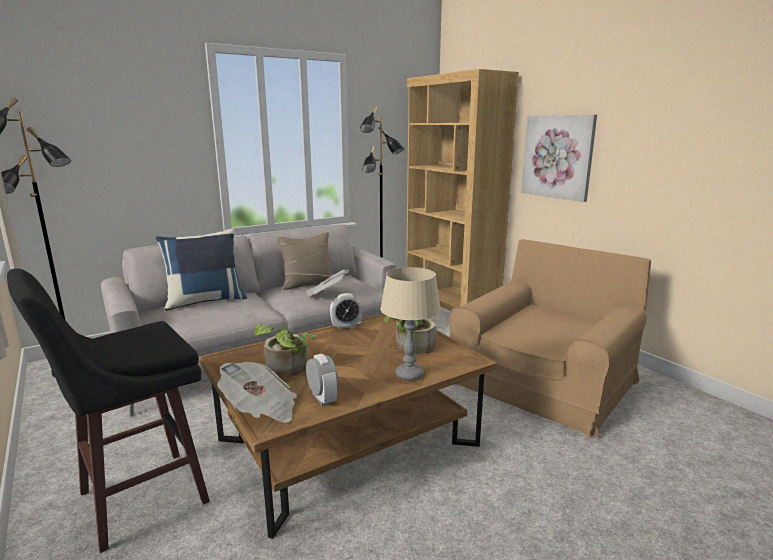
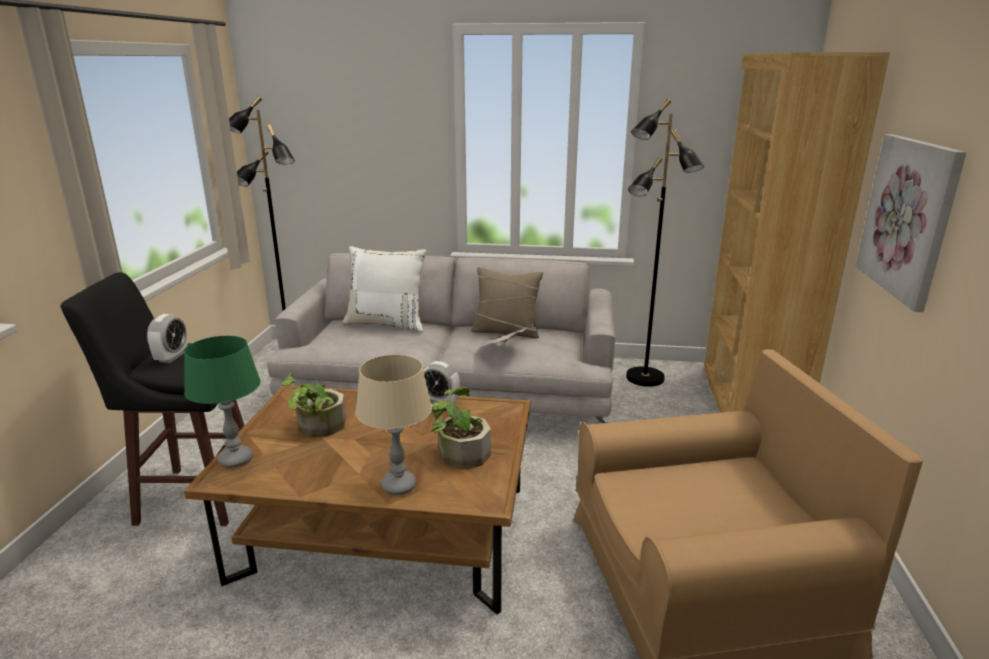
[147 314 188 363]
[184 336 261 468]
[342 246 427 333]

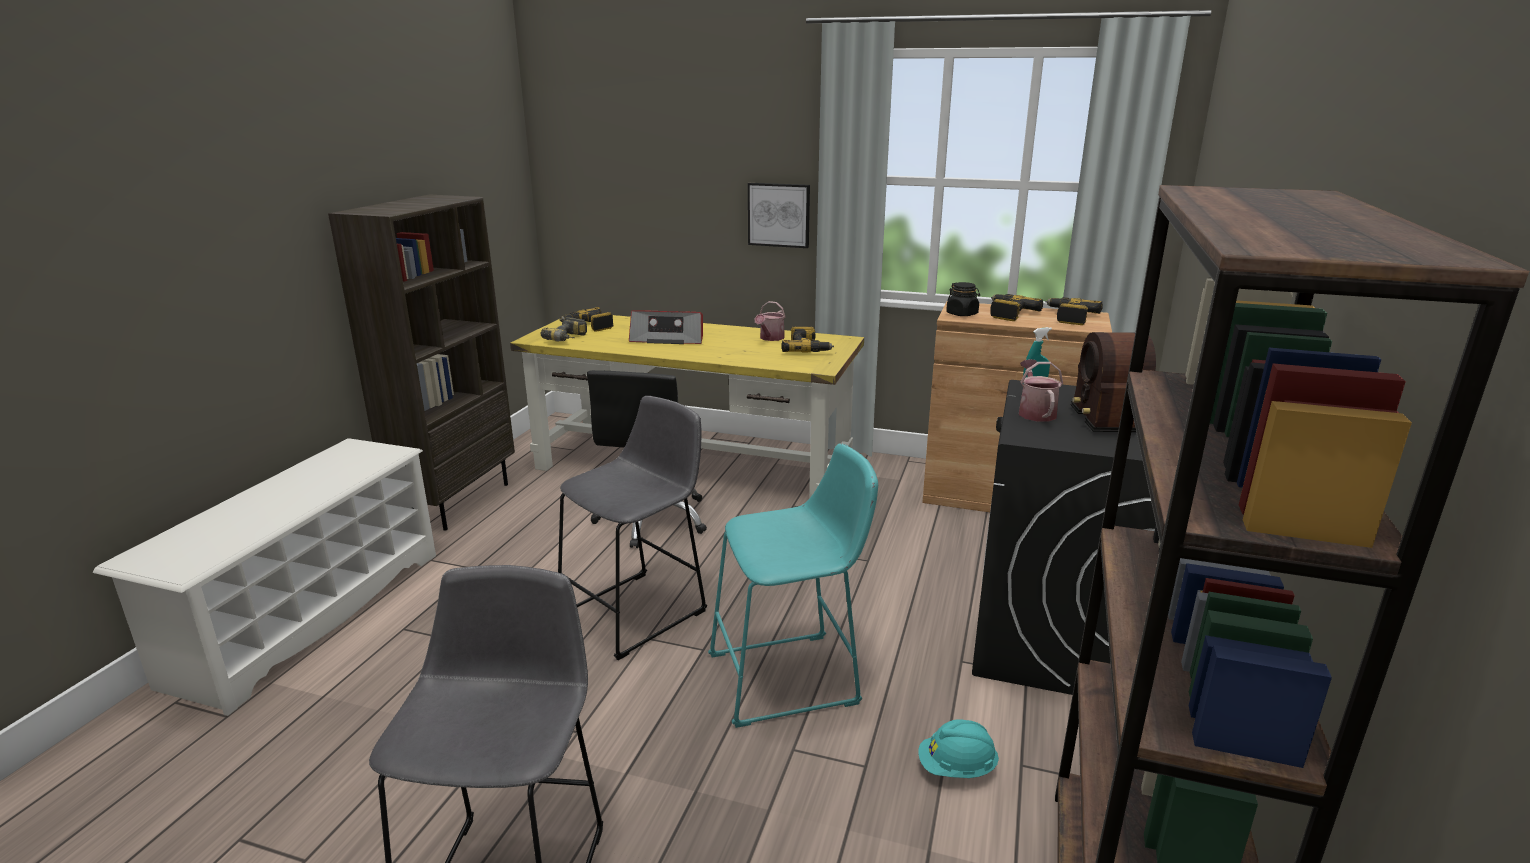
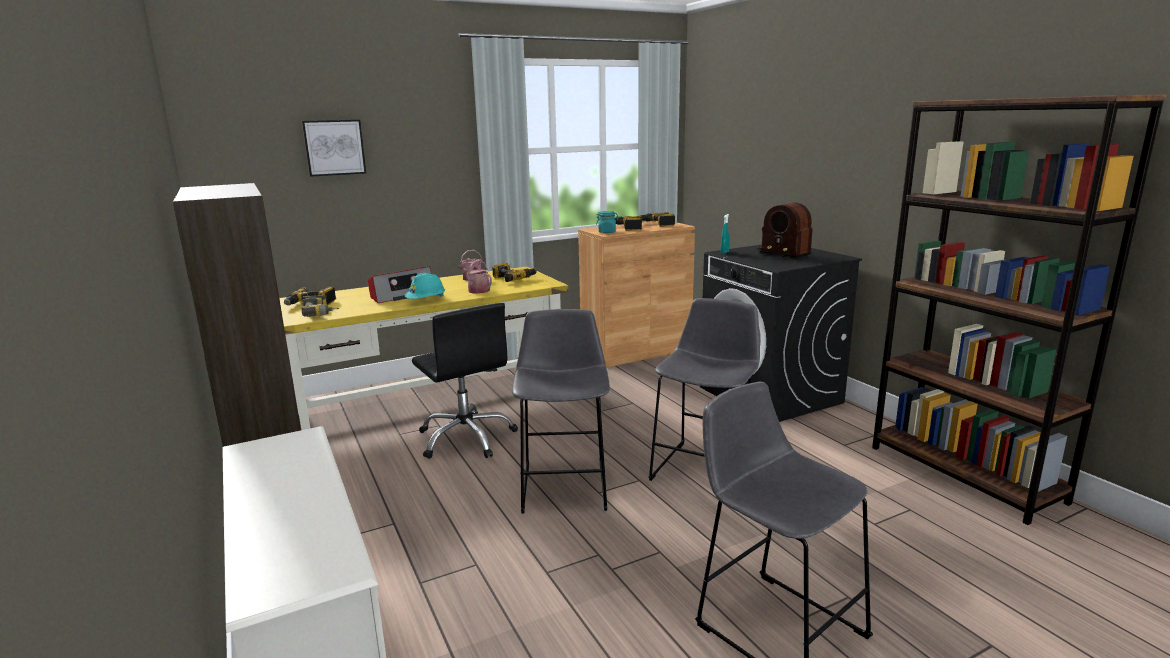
[302 120 366 177]
[404 273 445 299]
[458 260 492 294]
[596 211 619 233]
[648 298 760 481]

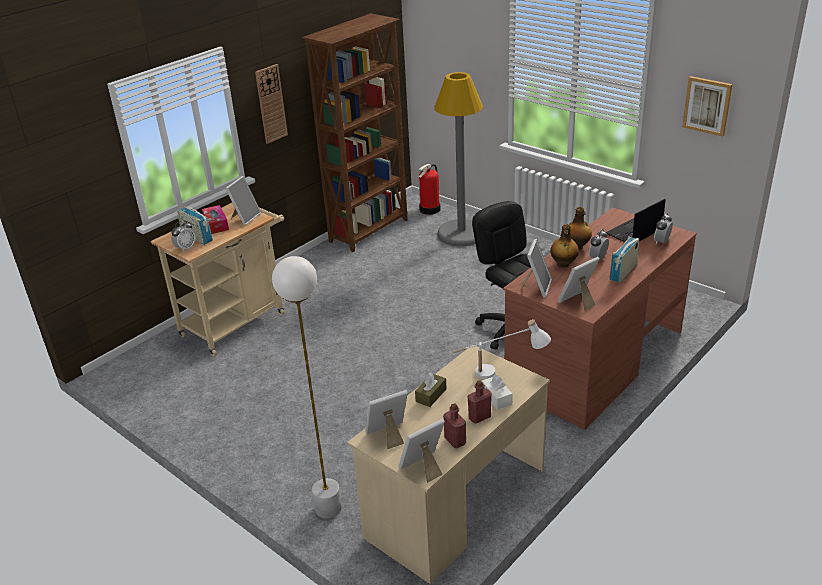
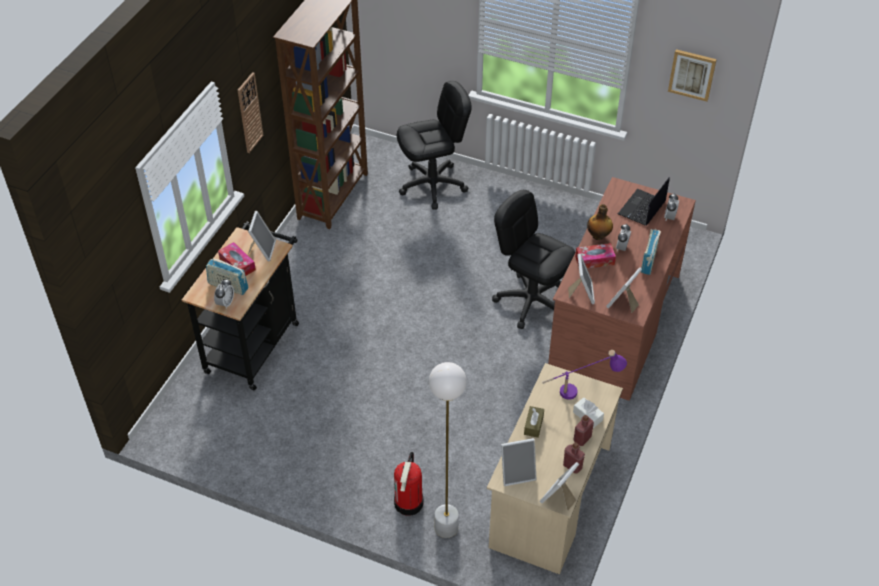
[182 222 299 390]
[394 452 424 516]
[397 81 472 209]
[501 438 537 486]
[542 350 627 400]
[575 243 616 269]

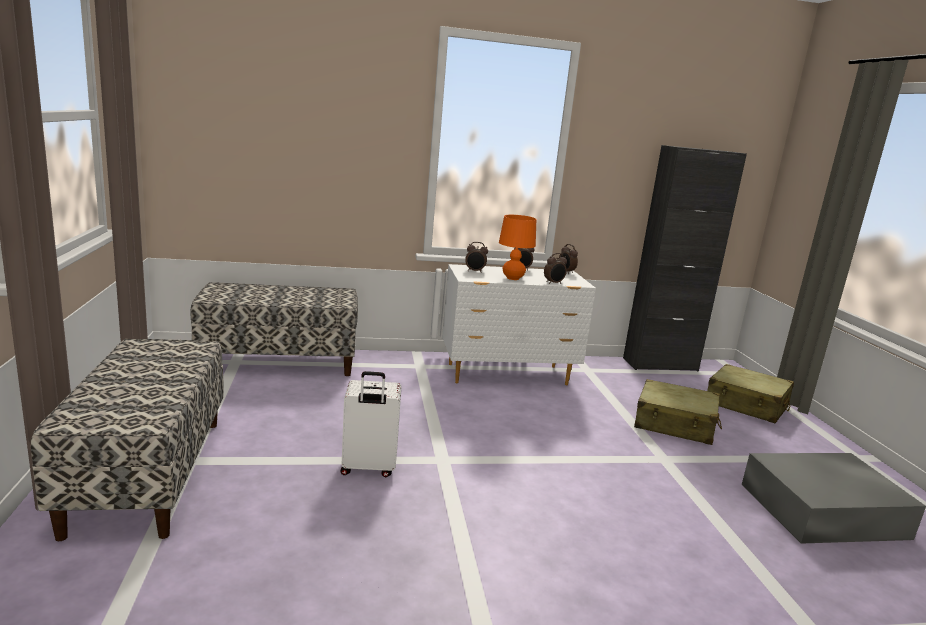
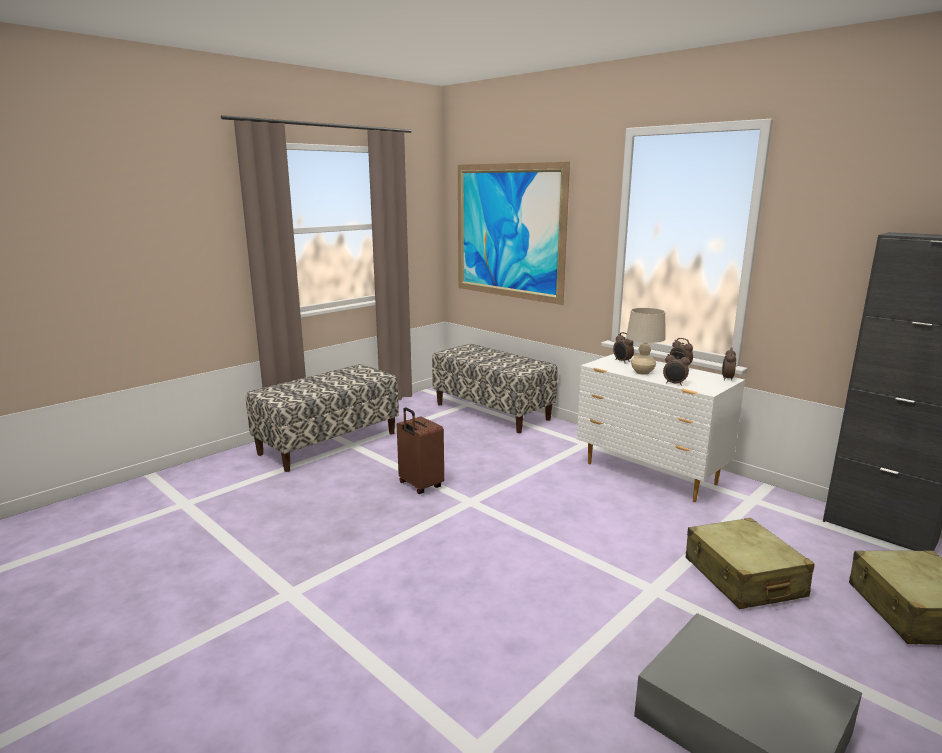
[397 407 444 494]
[458 162 570 305]
[626 308 665 375]

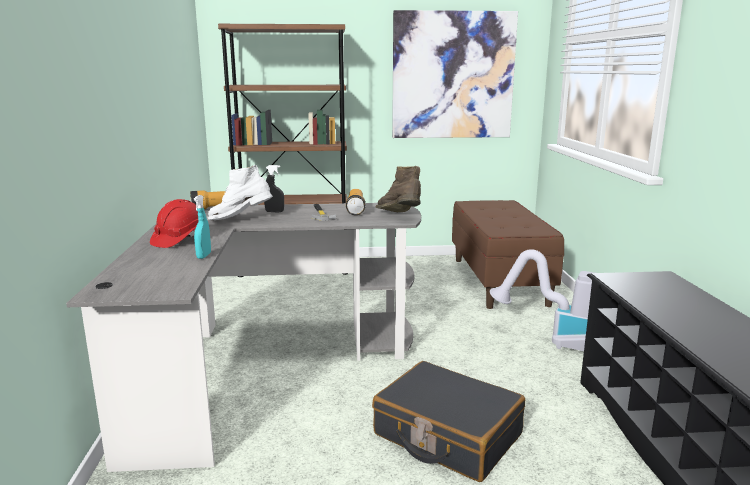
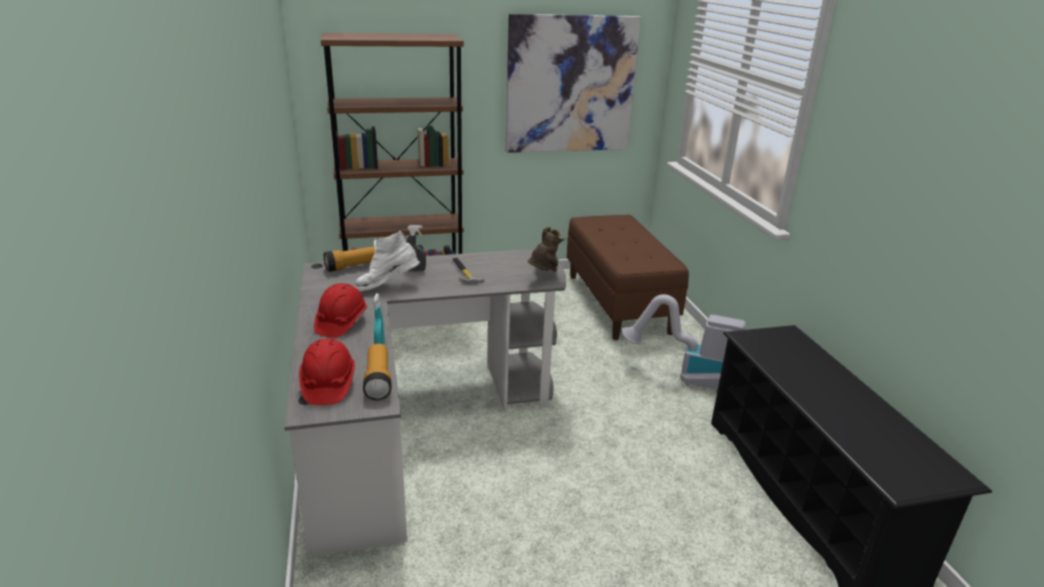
[299 339 355 405]
[363 344 391 400]
[527 227 568 272]
[372 361 525 482] (first image)

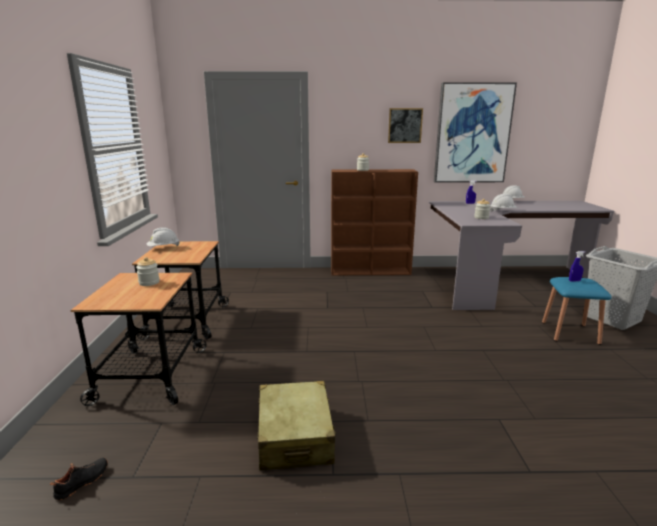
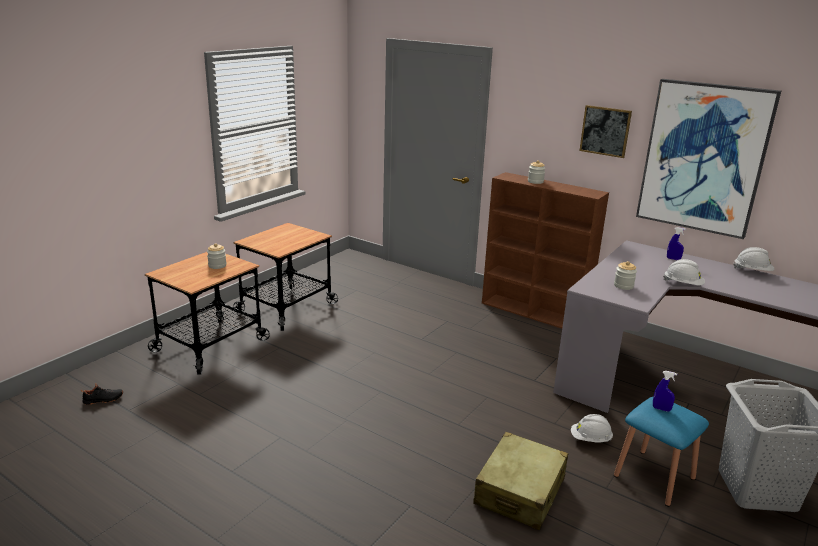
[473 432 569 530]
[571 414 613 442]

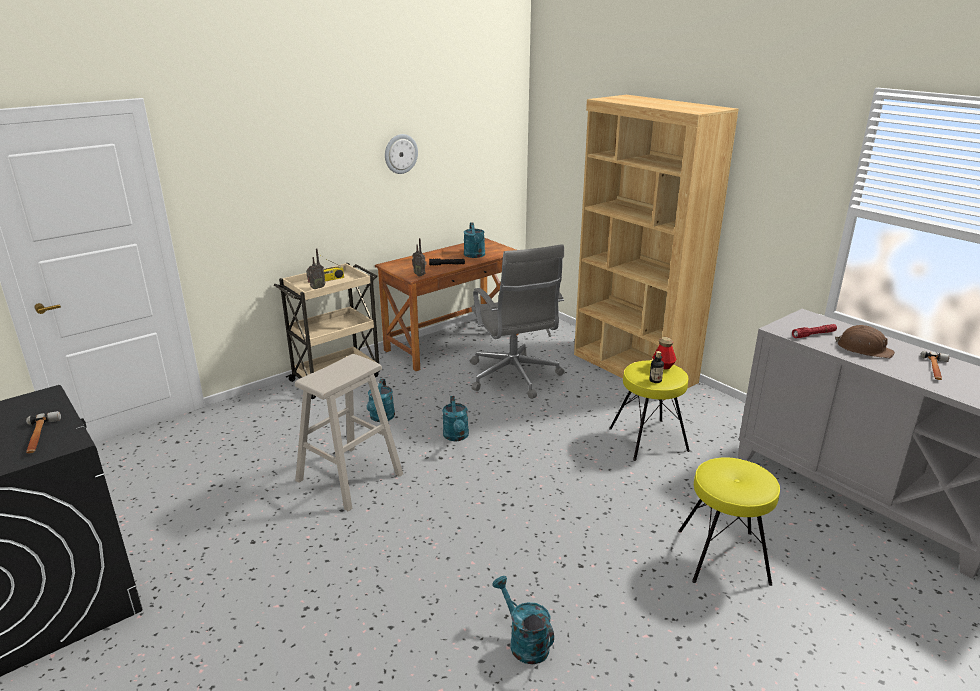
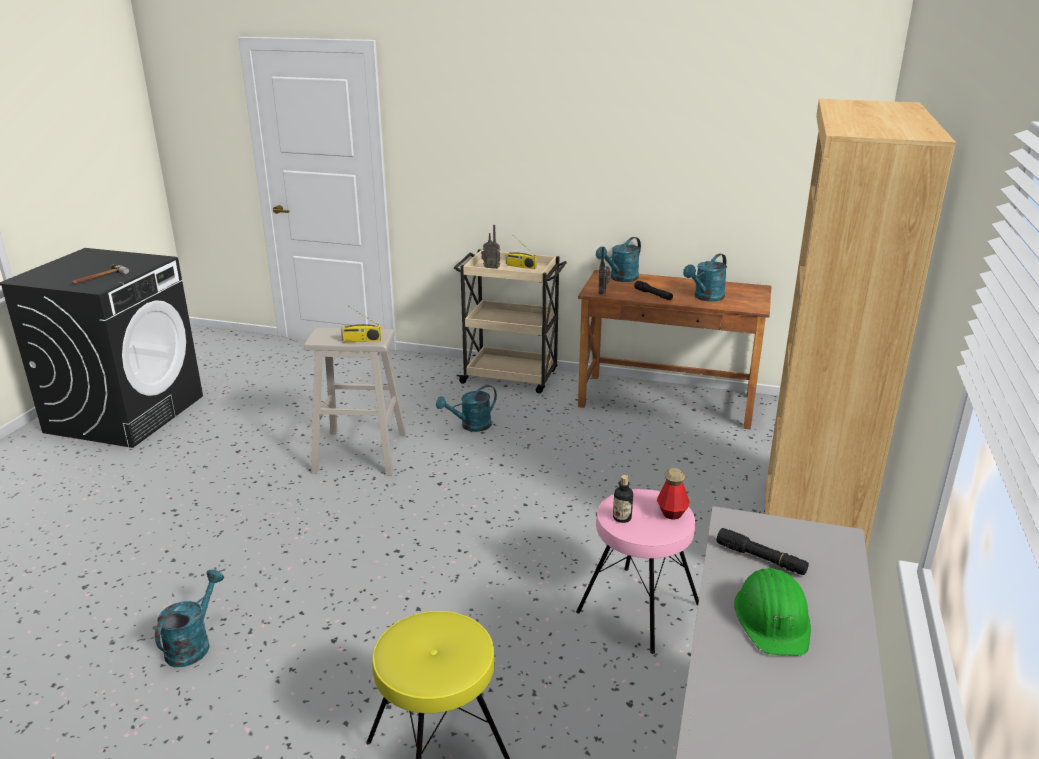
[341 305 381 342]
[576 489 699 654]
[596 237 641 282]
[717 528 809 575]
[734 568 811 656]
[385 134 418 174] (first image)
[470 244 565 399] (first image)
[920 351 950 380] (first image)

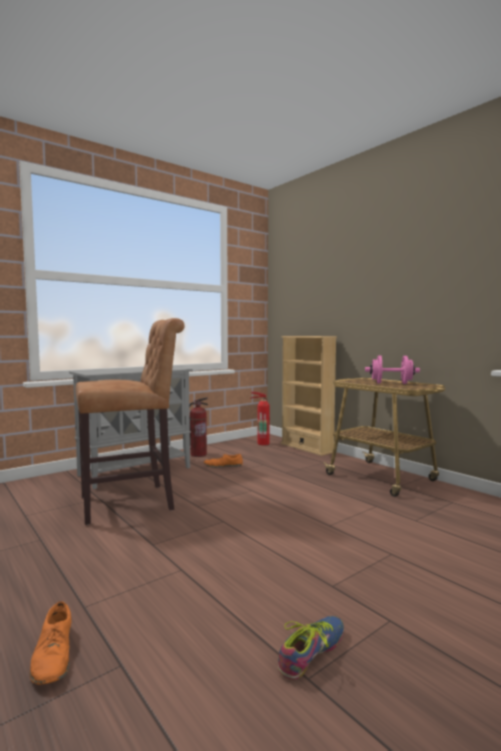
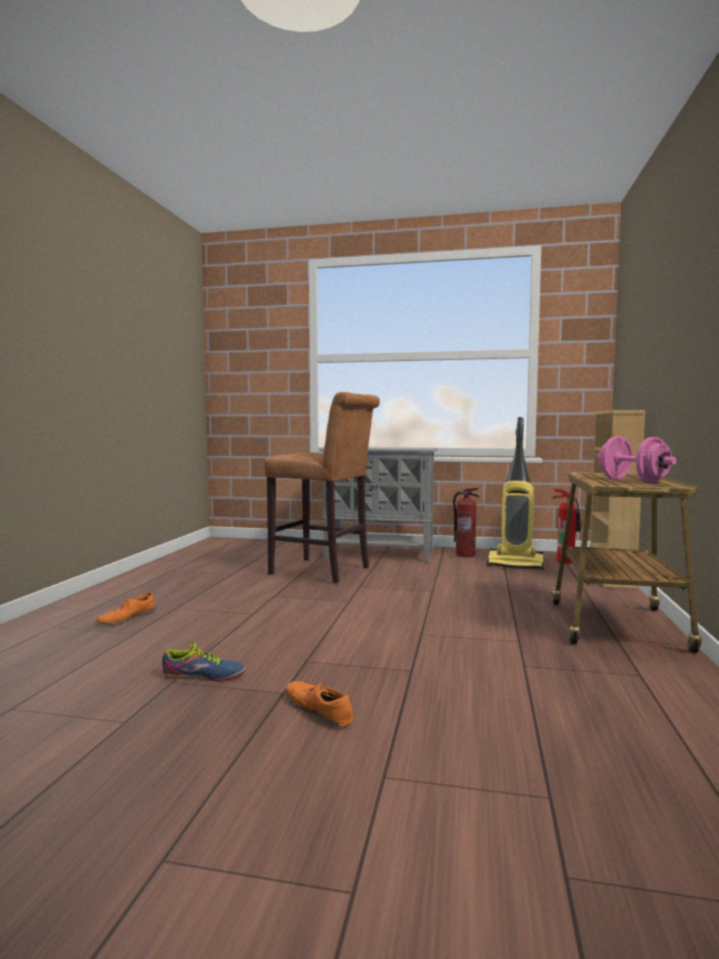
[285 681 353 727]
[487 417 544 570]

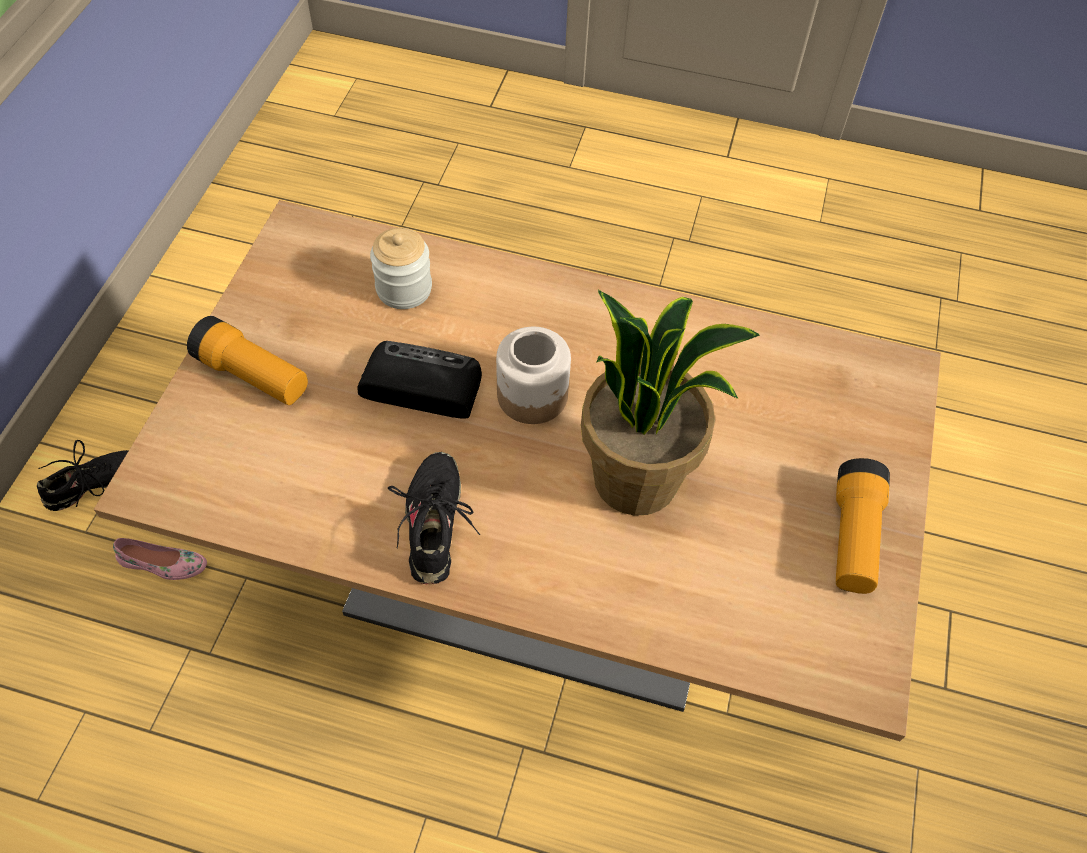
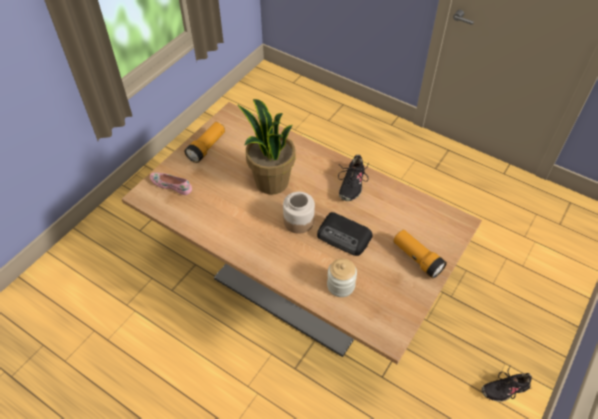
[150 172 192 195]

